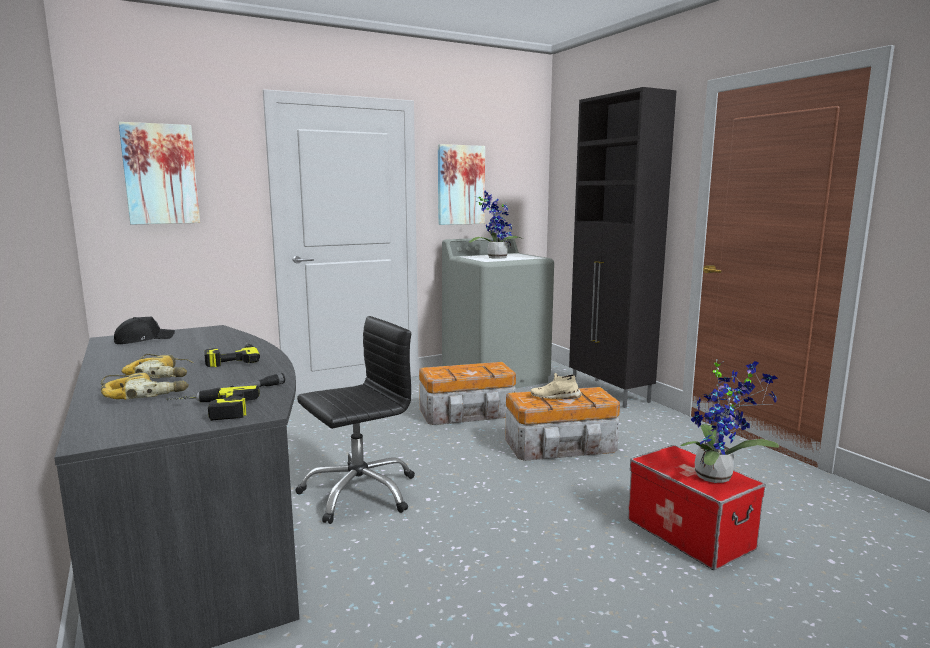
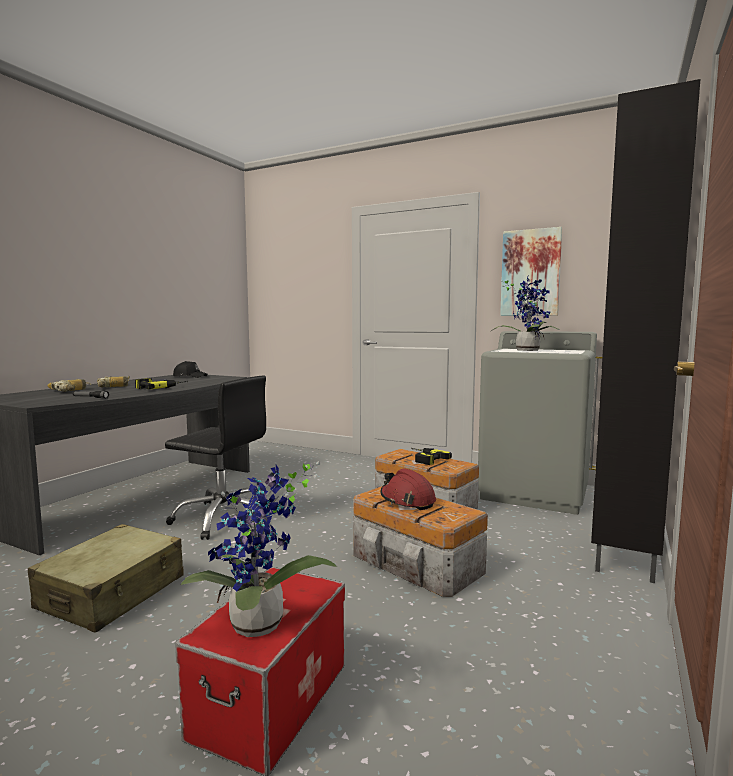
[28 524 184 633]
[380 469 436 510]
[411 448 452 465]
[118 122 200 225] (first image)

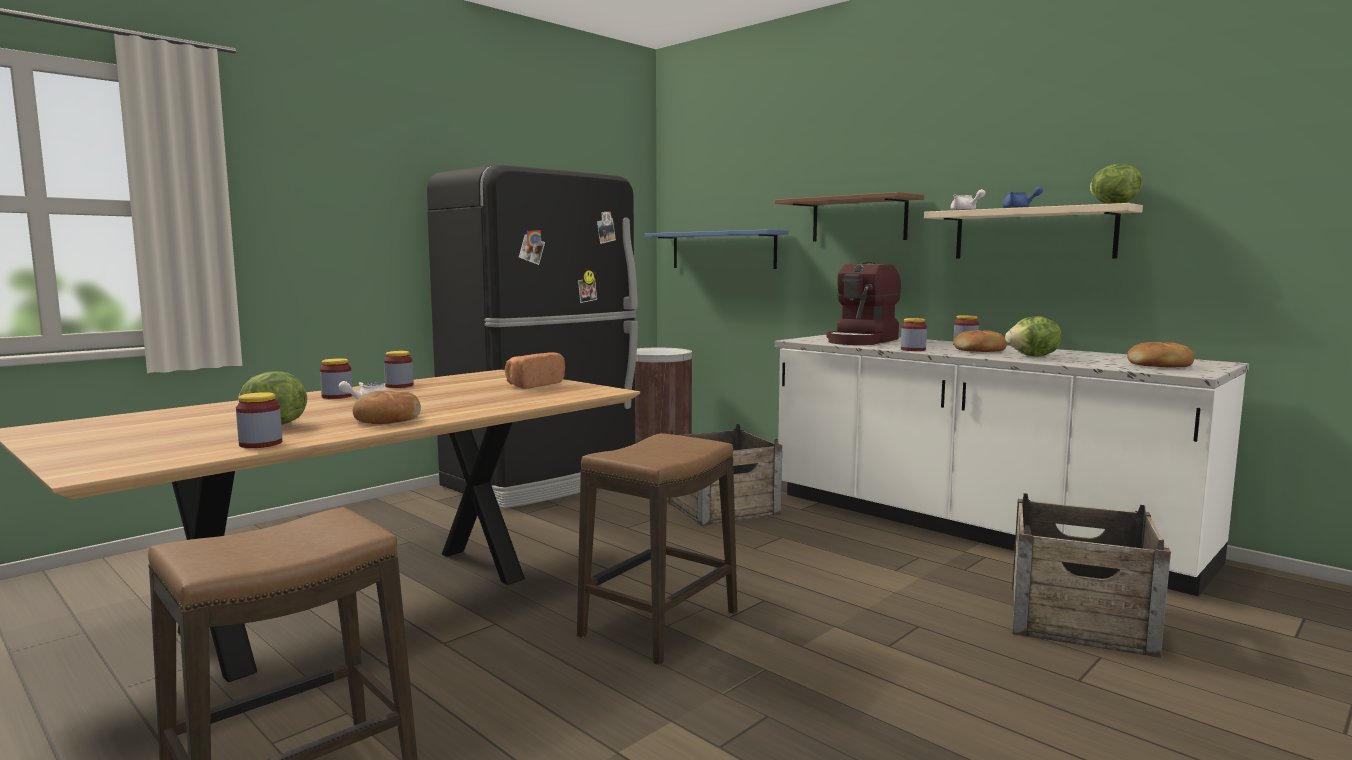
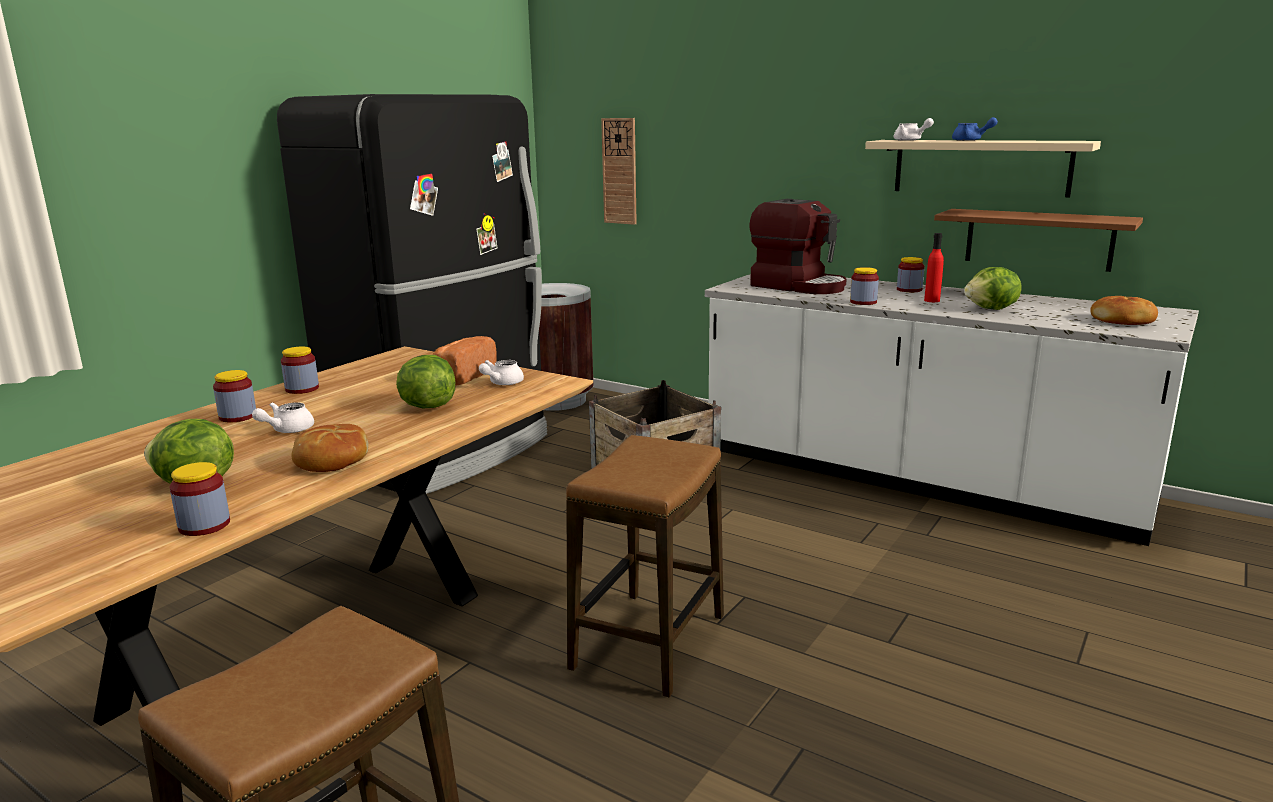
[396 355 455 408]
[479 360 524 385]
[601 118 637 225]
[749 199 847 294]
[924 233 944 302]
[934 209 1143 272]
[1012 493 1171 658] (first image)

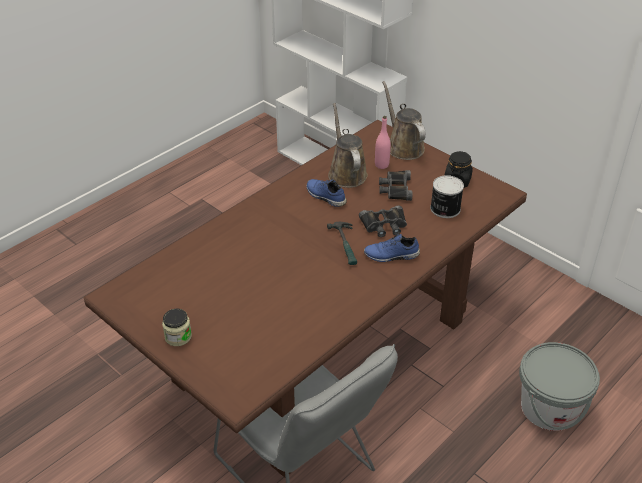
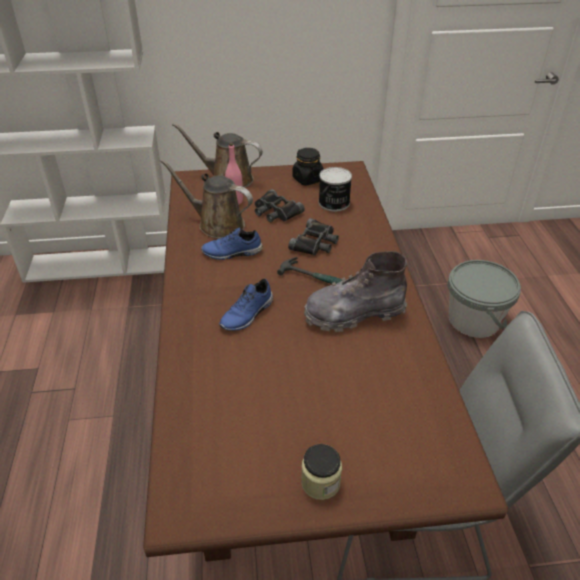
[219 279 273 331]
[304 251 407 332]

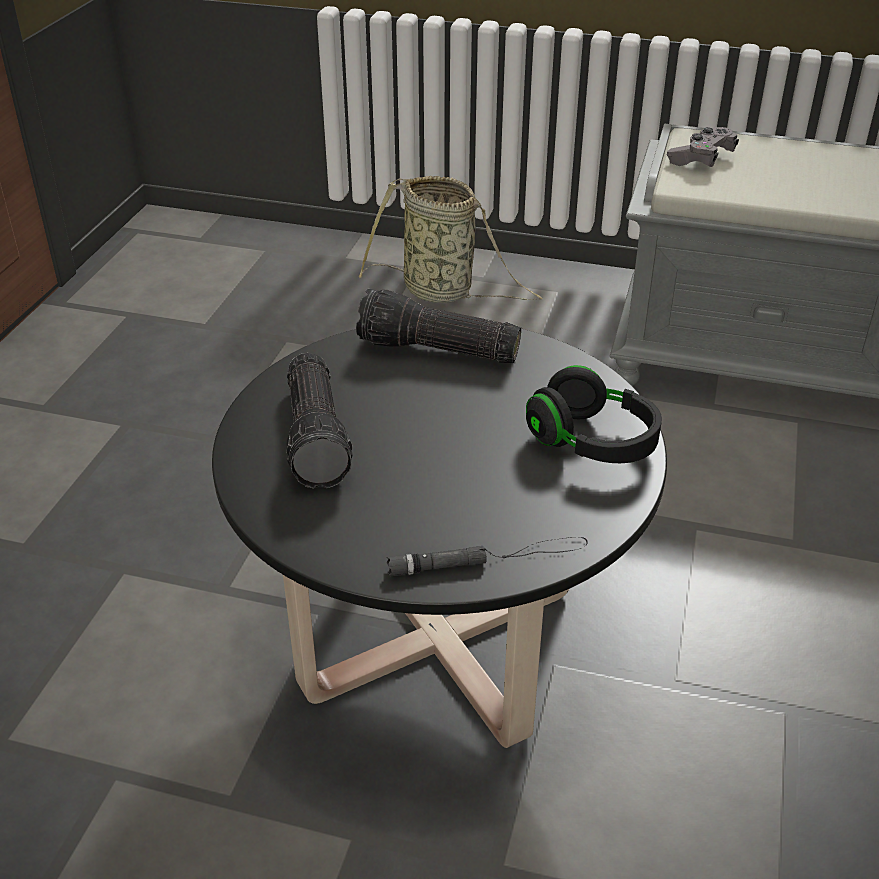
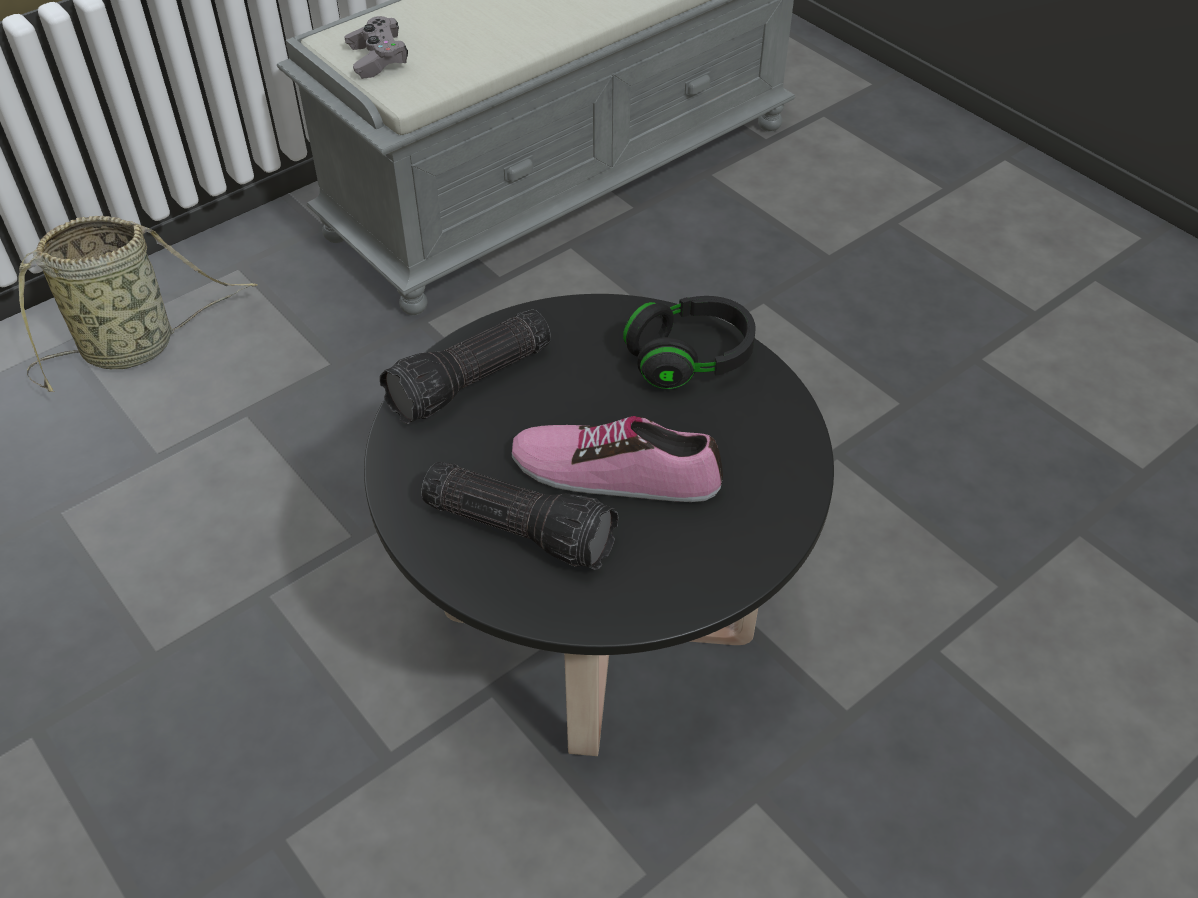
[512 416 723 502]
[387 537 588 576] (first image)

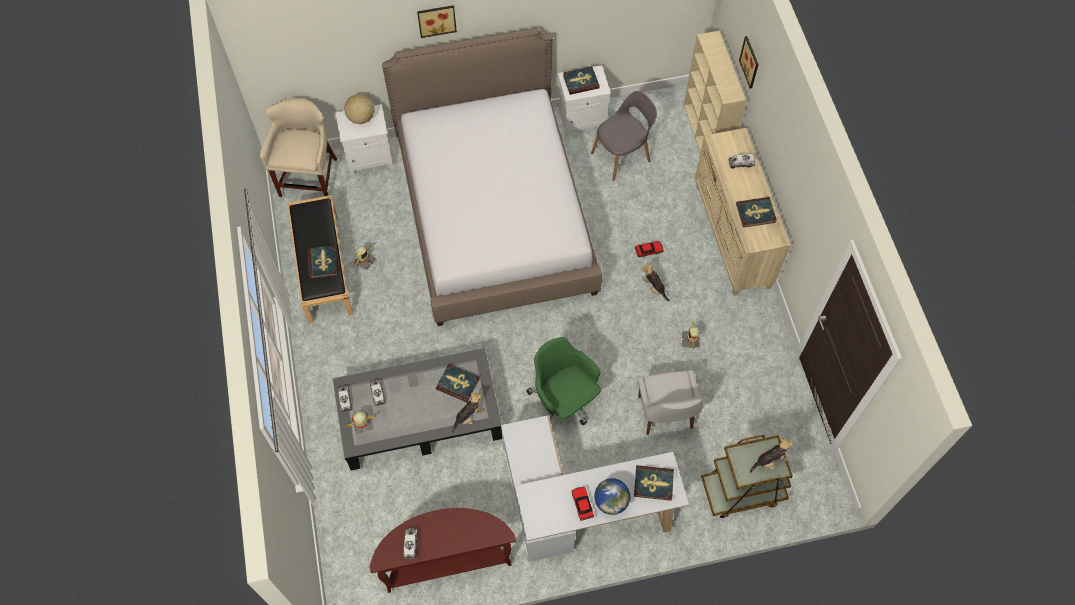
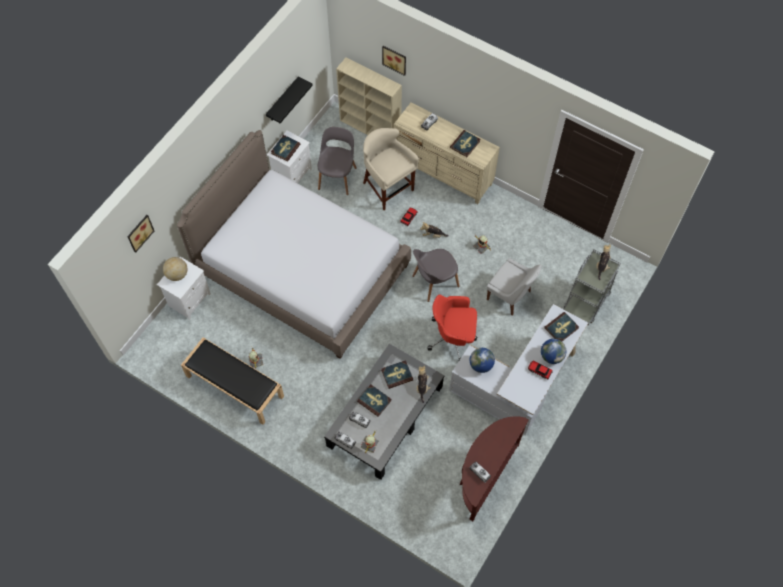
[127 215 154 253]
[266 76 313 123]
[357 385 392 417]
[363 128 419 210]
[412 249 460 302]
[428 295 477 360]
[470 348 495 373]
[563 249 621 325]

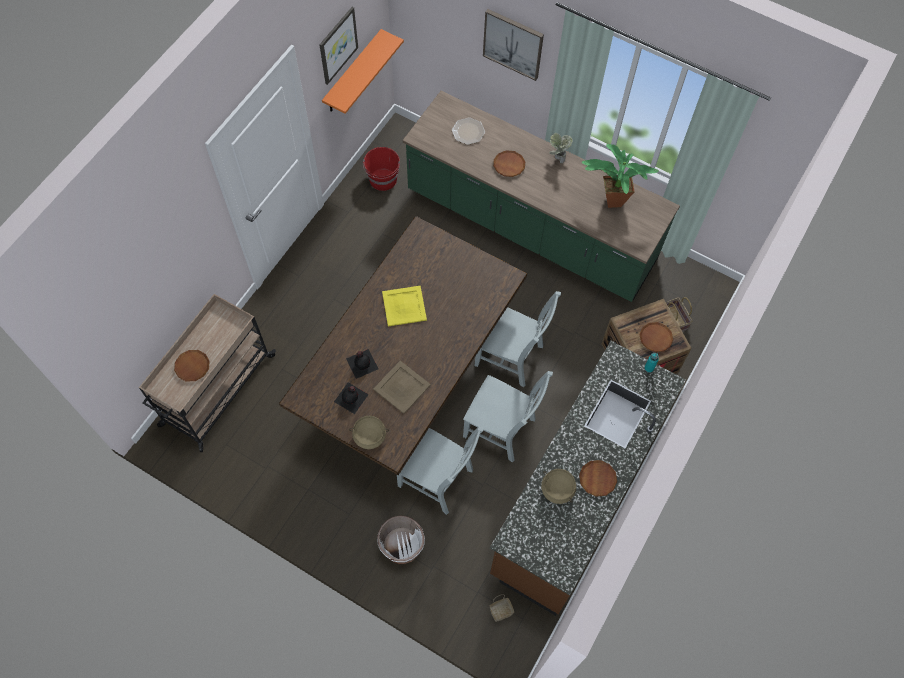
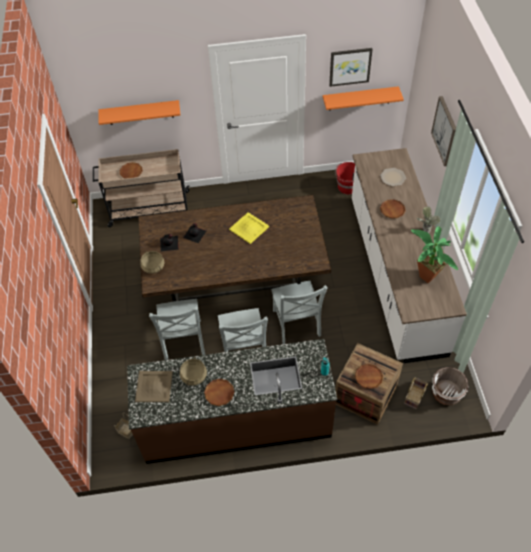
[99 100 180 125]
[135 371 173 402]
[352 148 467 363]
[432 367 468 405]

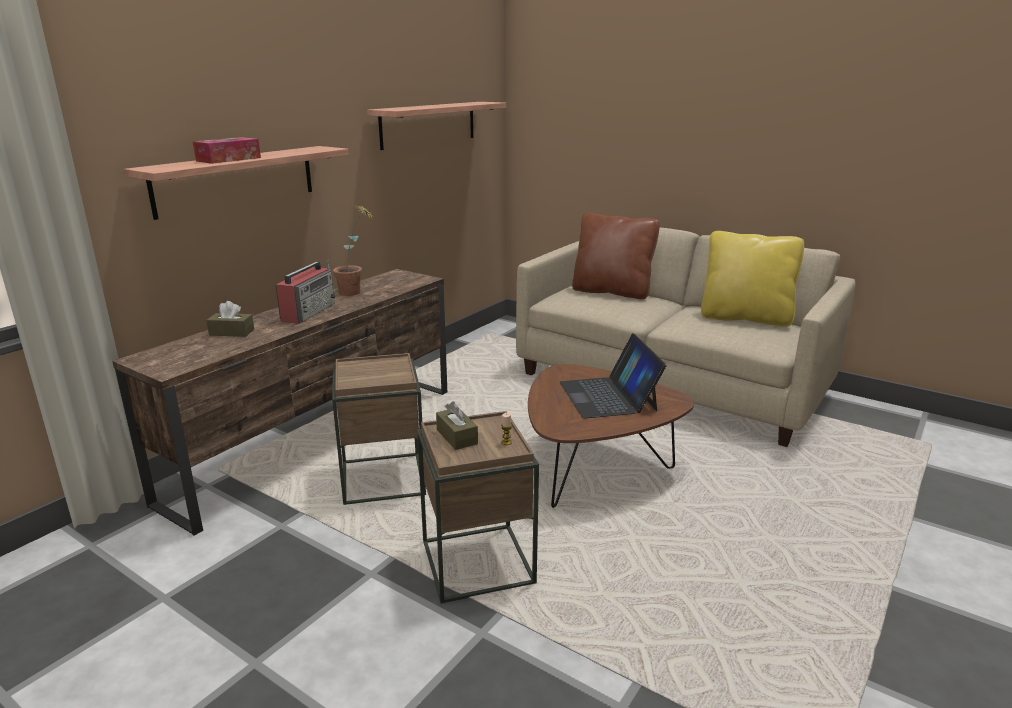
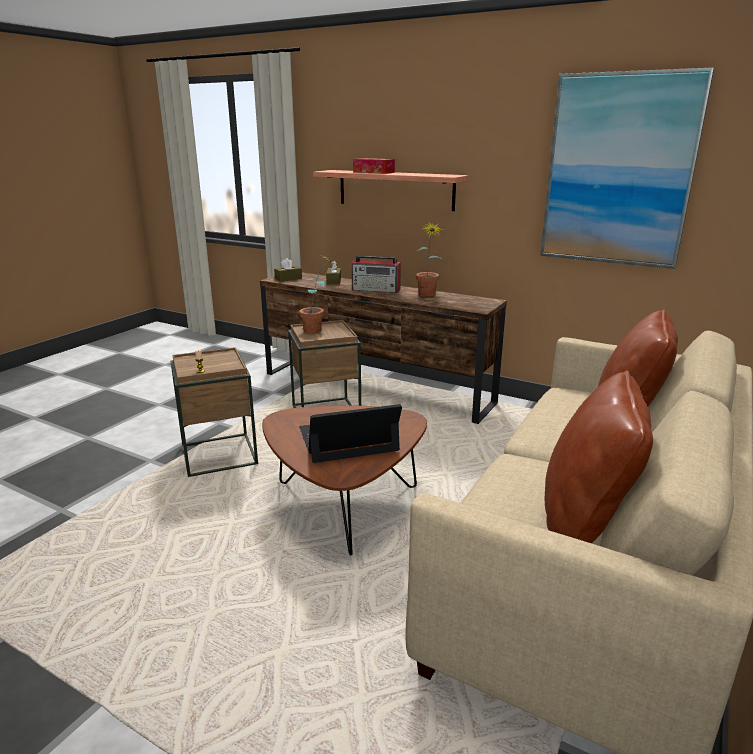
[274 258 302 282]
[299 255 335 334]
[540 67 714 269]
[545 370 653 543]

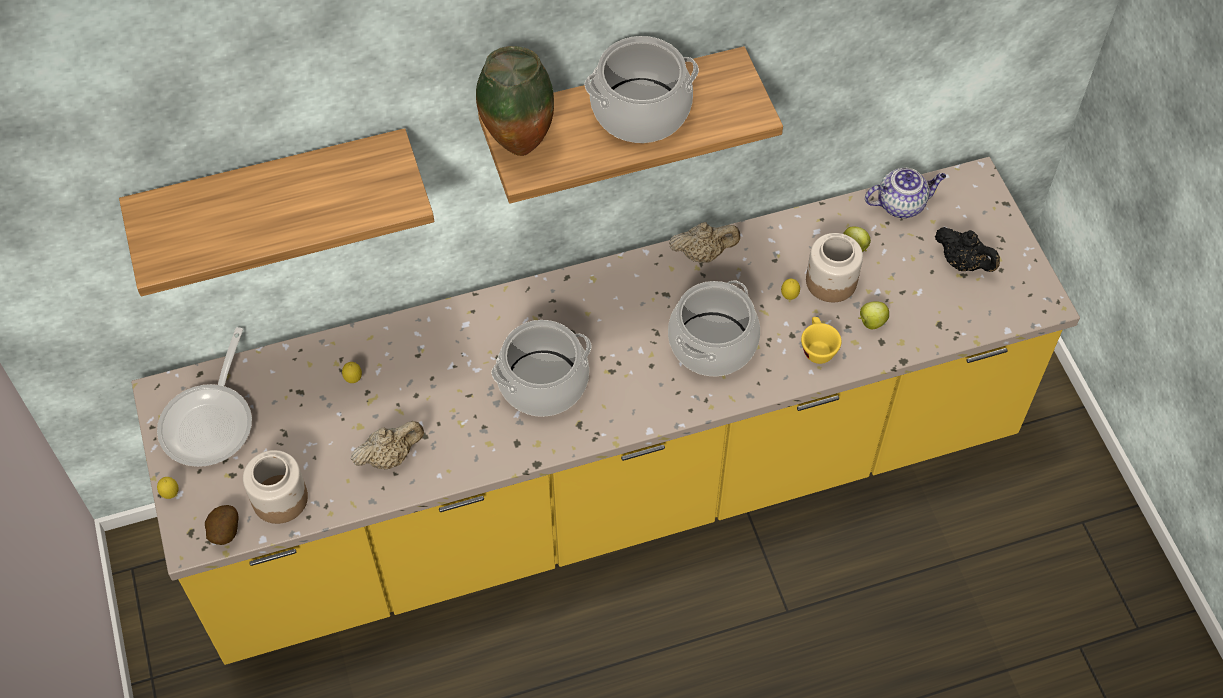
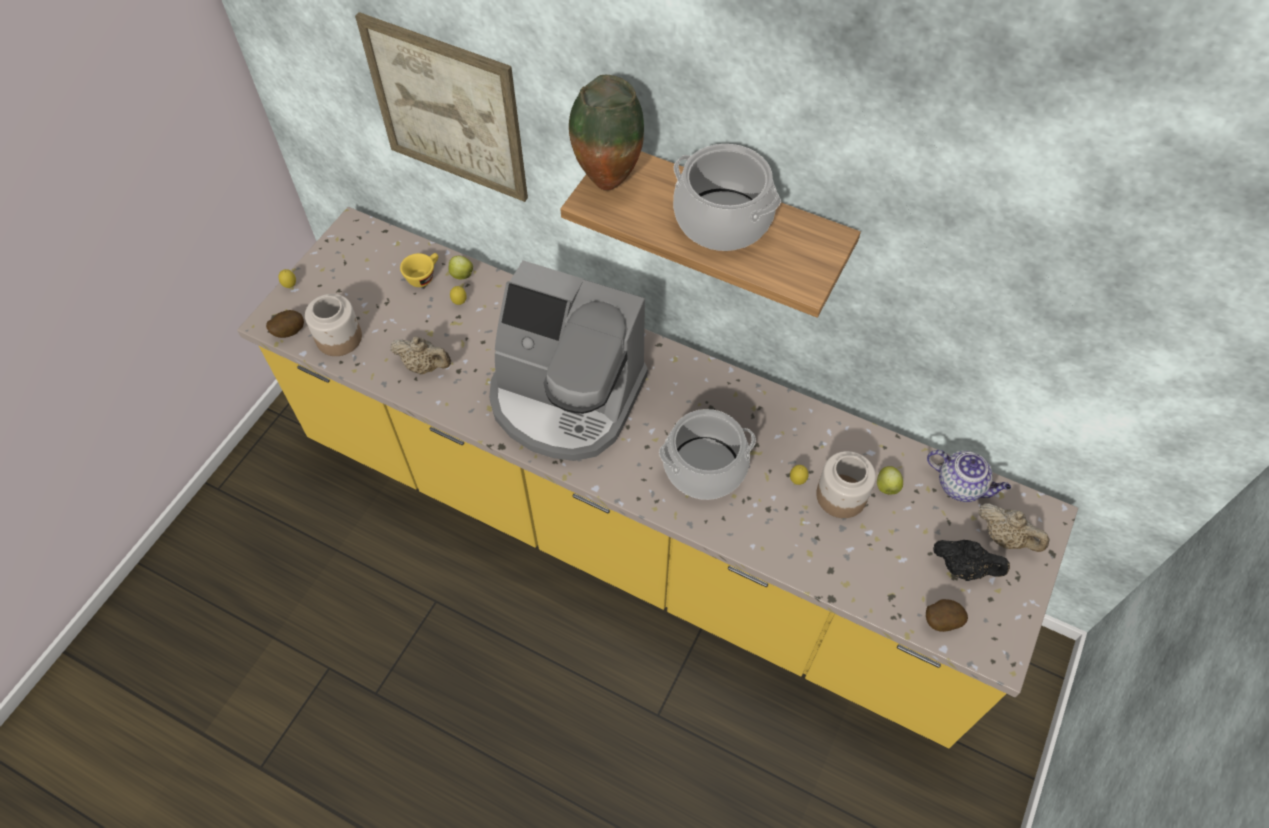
[355 12 528 202]
[400 253 438 287]
[449 256 473 279]
[489 260 648 461]
[926 599 968 632]
[933 540 1010 581]
[978 503 1050 552]
[157 327 252 467] (first image)

